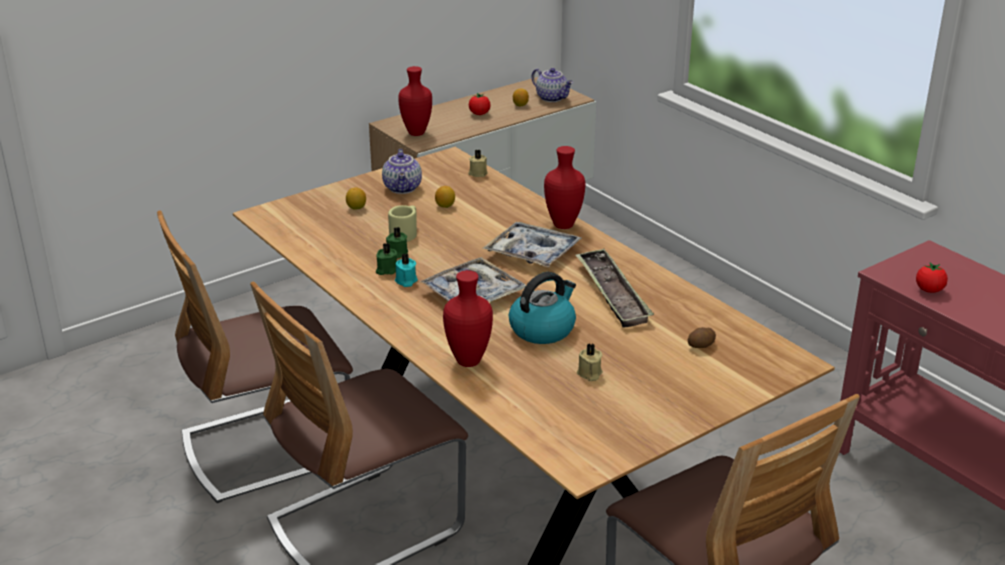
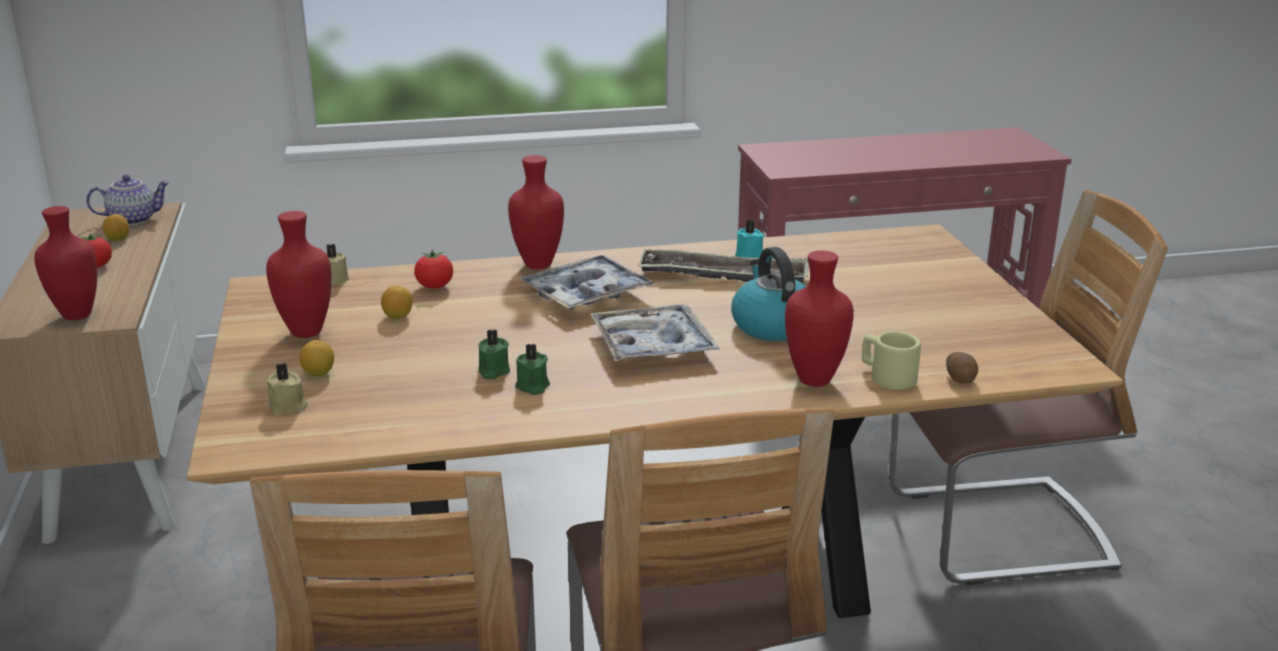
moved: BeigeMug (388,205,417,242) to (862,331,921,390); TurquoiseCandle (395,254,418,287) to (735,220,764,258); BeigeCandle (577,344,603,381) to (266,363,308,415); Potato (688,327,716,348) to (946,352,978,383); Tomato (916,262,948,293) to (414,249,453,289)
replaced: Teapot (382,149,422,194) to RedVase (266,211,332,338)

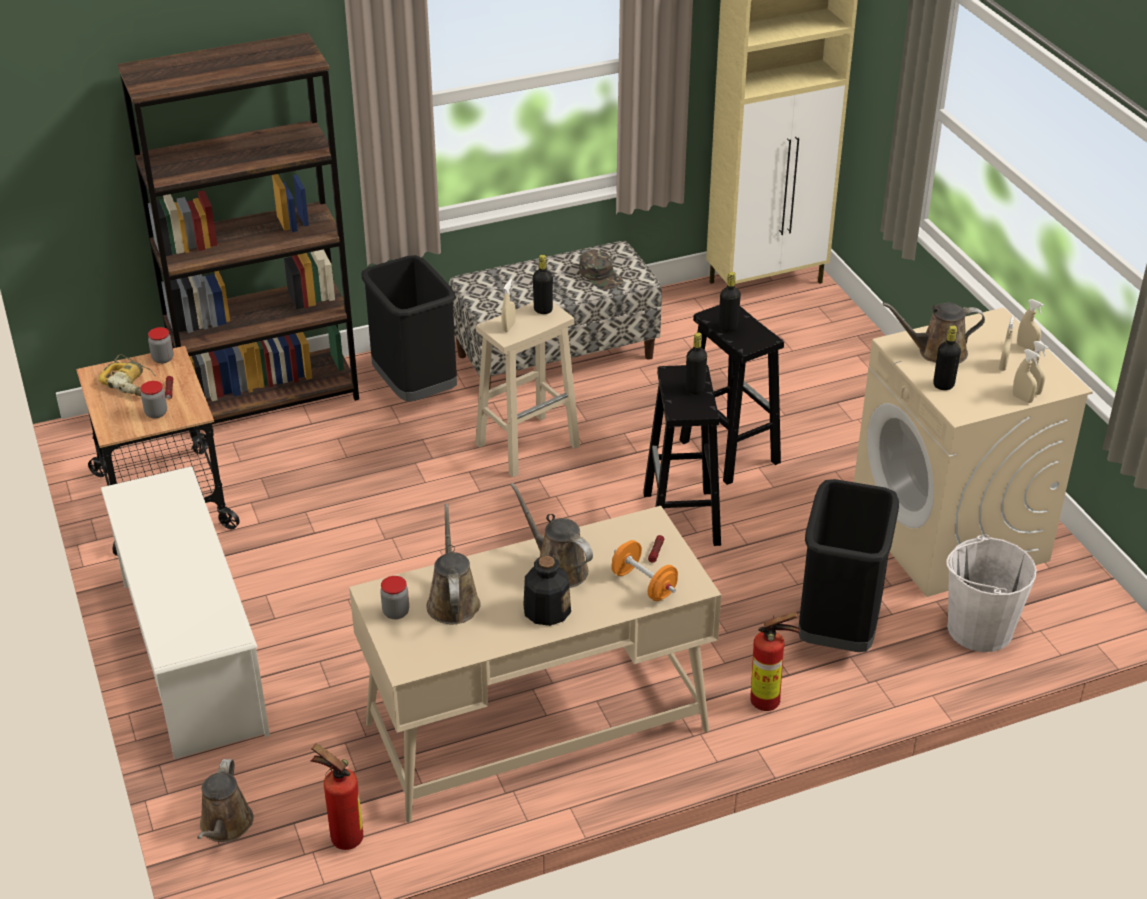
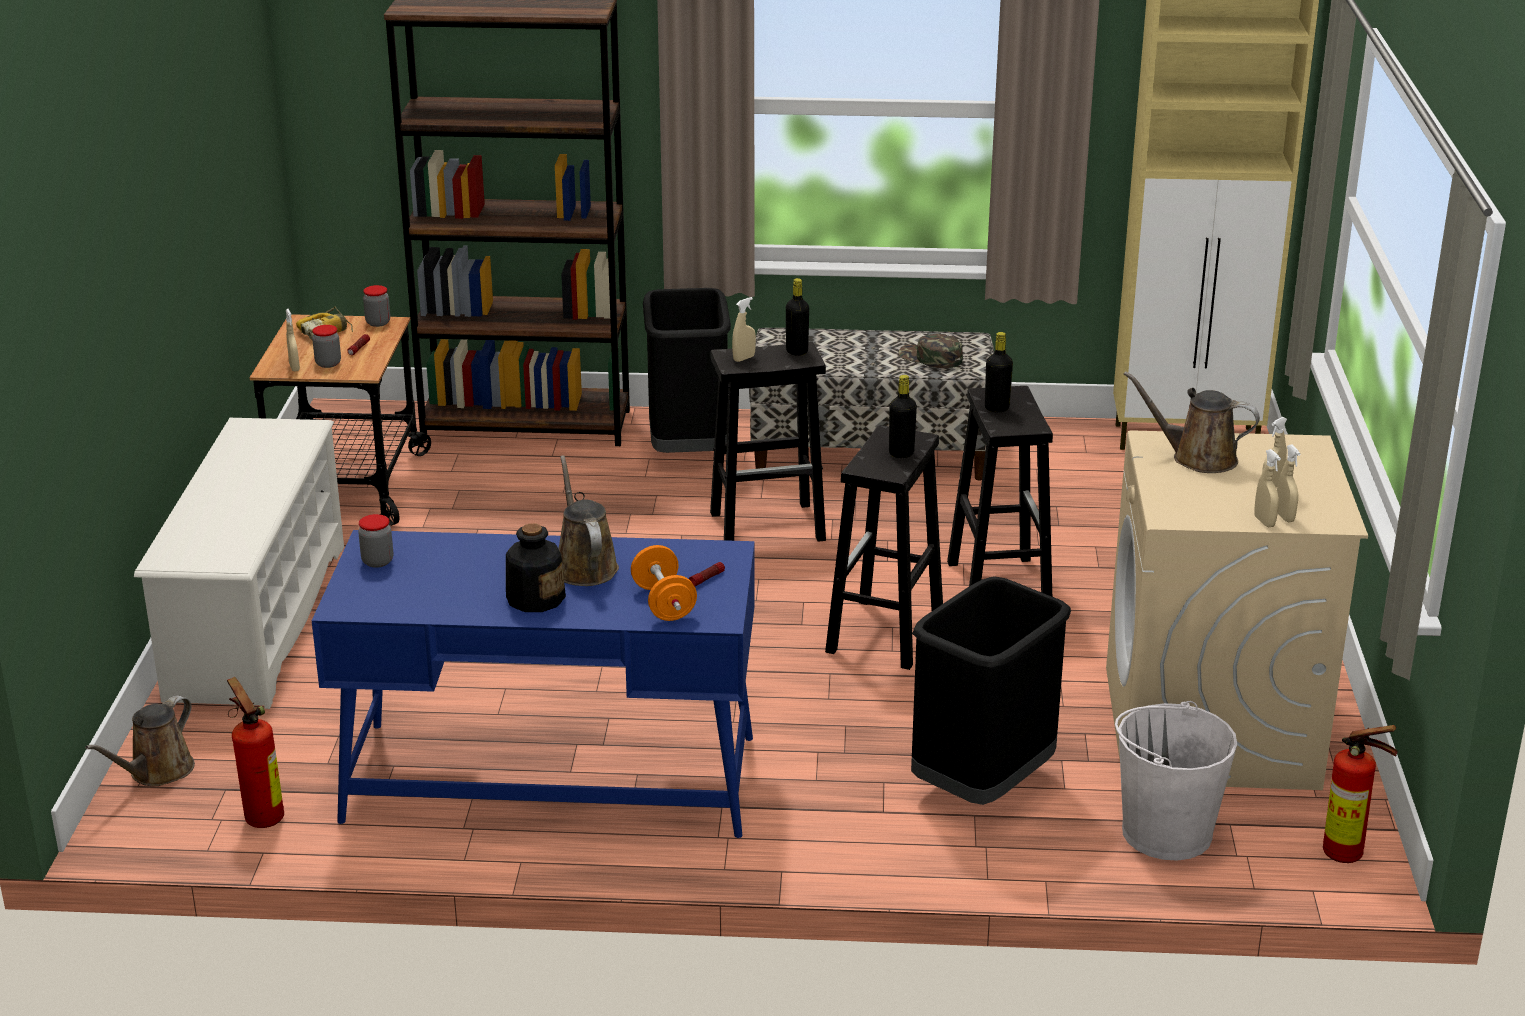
removed: BrownWateringCan (426,503,481,624); BlackBottle (933,325,961,390)
moved: FireExtinguisher (750,612,800,711) to (1323,725,1398,863); BeigeSprayBottle (1017,299,1044,351) to (286,309,300,372)
recoloured: BeigeDesk (349,506,721,823) to BlueDesk (312,530,755,838); BeigeStool (476,302,580,477) to BlackStool (710,341,826,542)
turned: GreenCap (579,250,624,290) = (898,334,963,368) 135 degrees clockwise

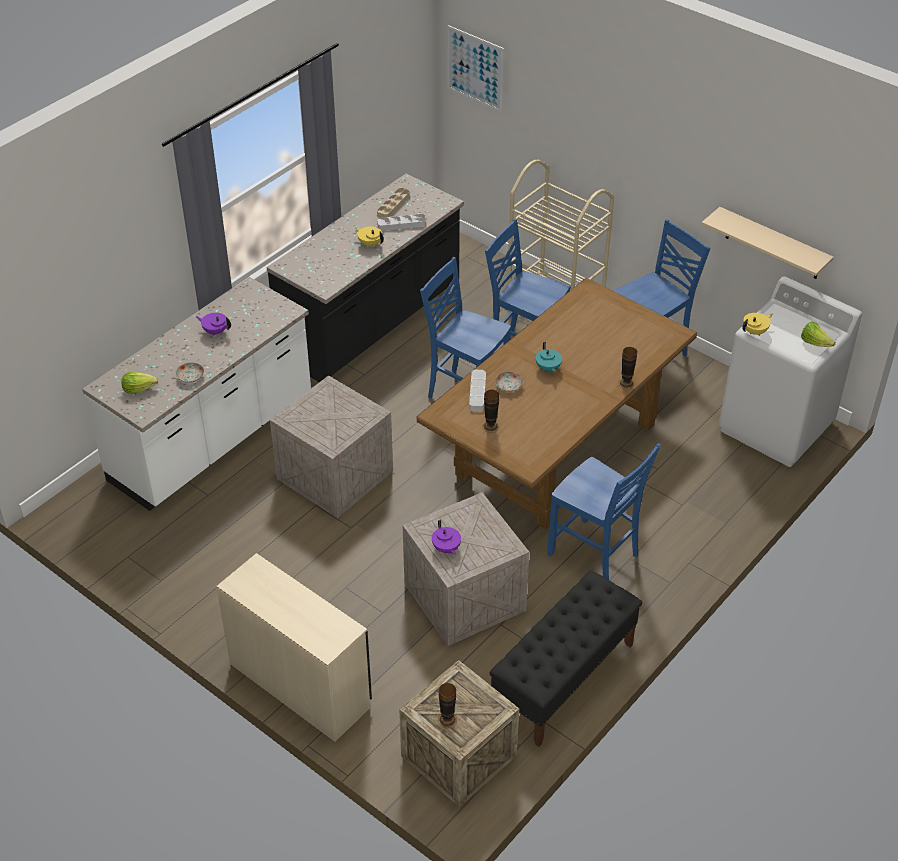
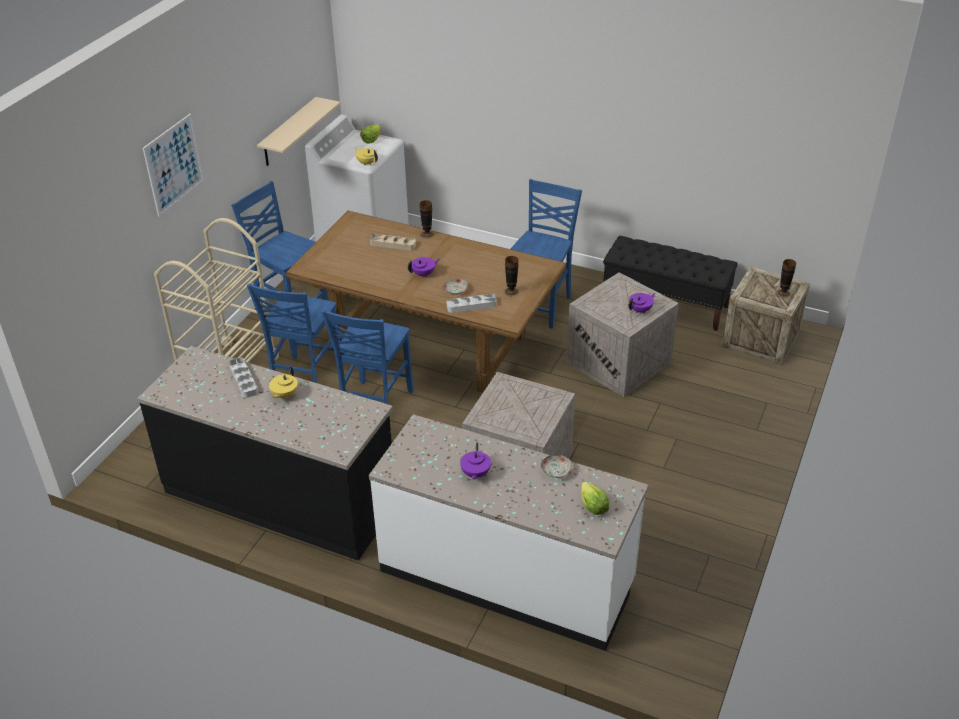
removed: BeigeDesk (216,553,372,742)
moved: BeigeTray (377,188,410,218) to (370,234,416,251); Picture (447,25,504,112) to (143,114,204,217)
recoloured: TurquoiseTeapot (536,342,562,373) to PurpleTeapot (408,257,440,278)

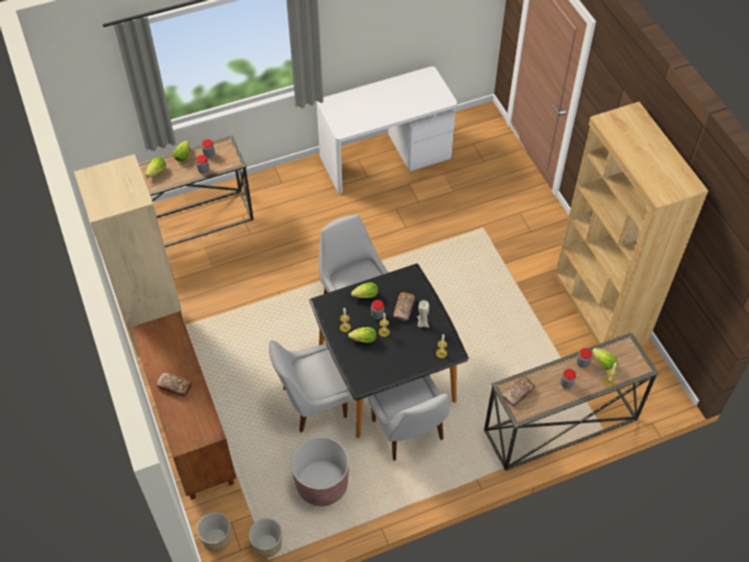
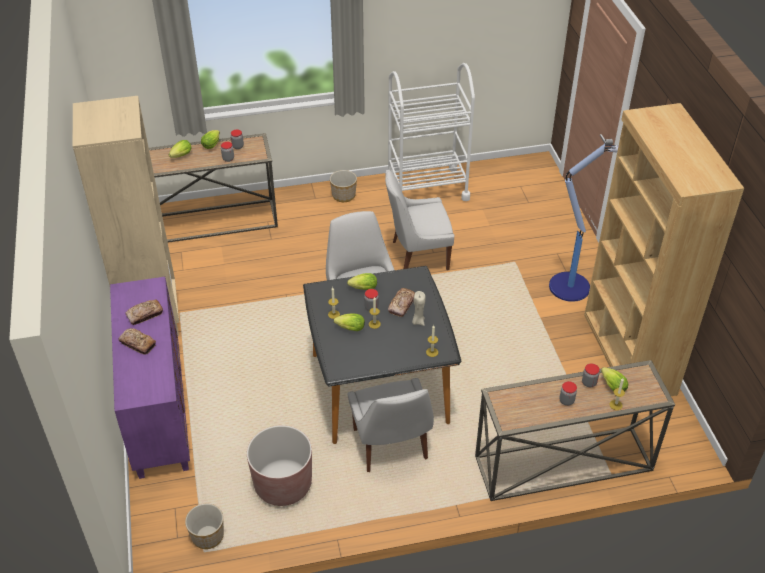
added: FloorLamp (549,144,619,302)
moved: Planter (197,512,231,551) to (330,170,357,202); WhiteChair (269,340,349,433) to (385,170,454,270); Bread (502,376,535,406) to (125,300,163,325)
replaced: WhiteDesk (317,66,457,193) to WhiteCart (385,63,475,201)
recoloured: BrownCabinet (130,311,236,500) to PurpleCabinet (110,277,190,479)

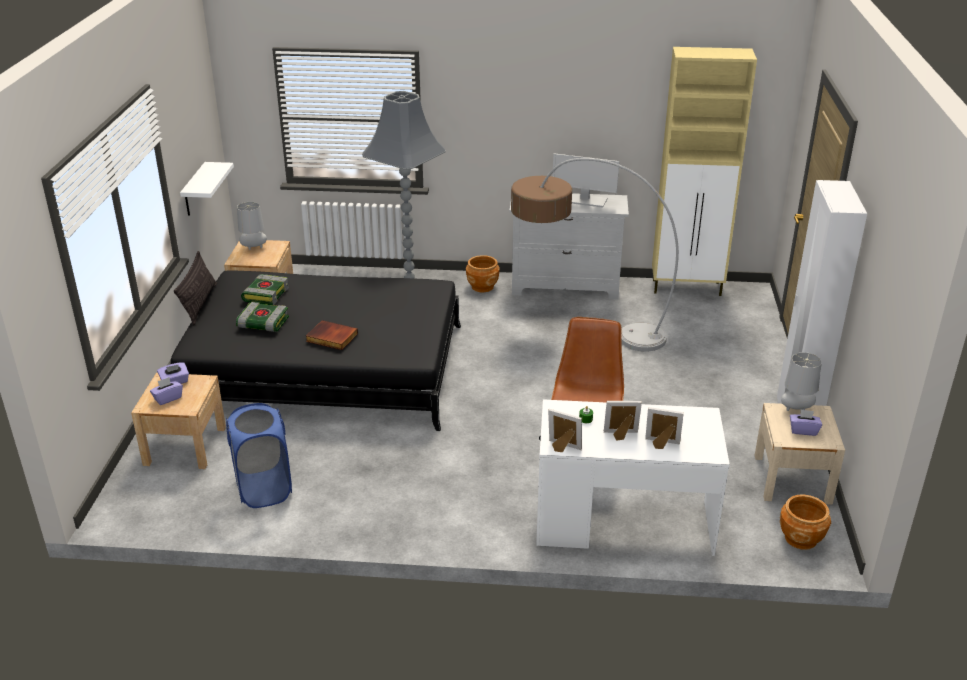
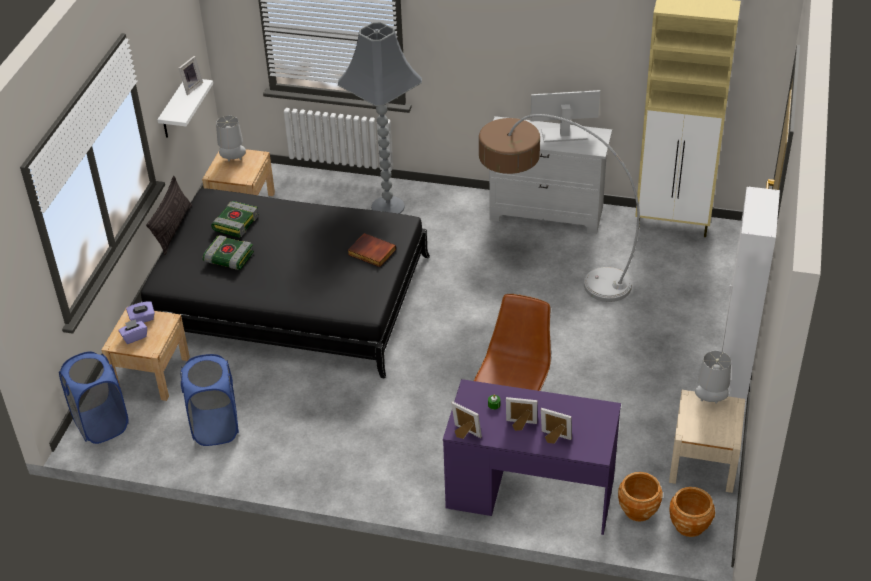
removed: PurpleTissueBox (790,410,822,436)
added: BlueLaundryBasket (59,351,129,444); PictureFrame (179,56,203,95)
moved: Book (306,320,358,350) to (348,233,396,267); BrownPlanter (466,255,500,292) to (618,472,663,522)
recoloured: WhiteDesk (536,399,730,556) to PurpleDesk (443,379,621,535)
turned: Monitor (552,153,620,208) = (530,90,600,142) 150 degrees clockwise

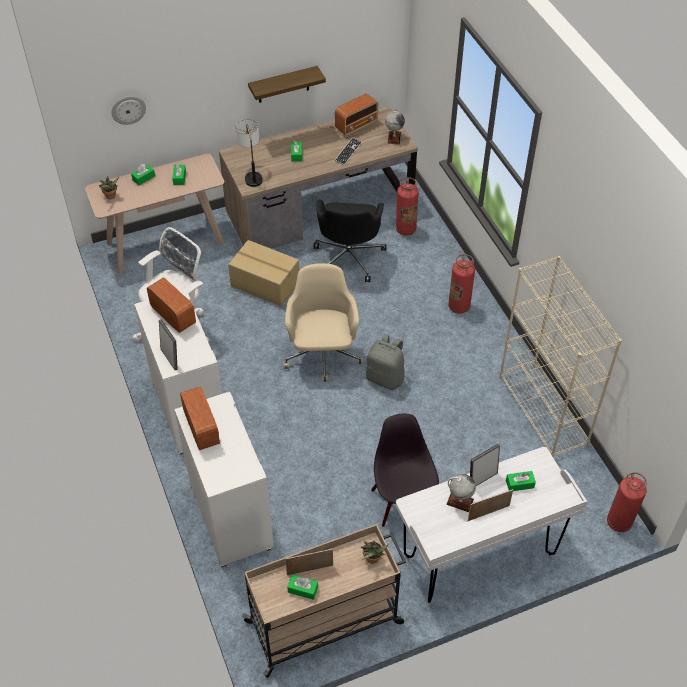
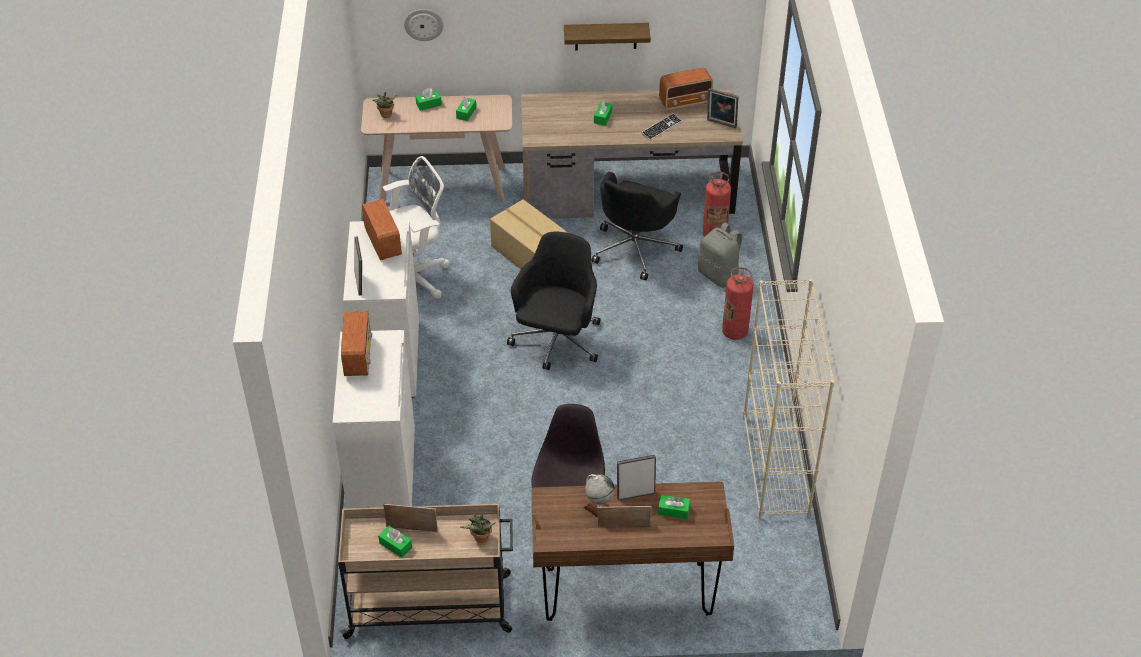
removed: TableLamp (235,119,262,187); FireExtinguisher (607,472,647,532)
moved: GreyBackpack (366,334,404,390) to (698,222,742,287)
replaced: Globe (385,109,405,144) to PictureFrame (707,88,739,128)
recoloured: BeigeOfficeChair (283,263,363,382) to BlackOfficeChair (507,232,601,370); WhiteDesk (396,447,587,603) to BrownDesk (531,482,734,621)

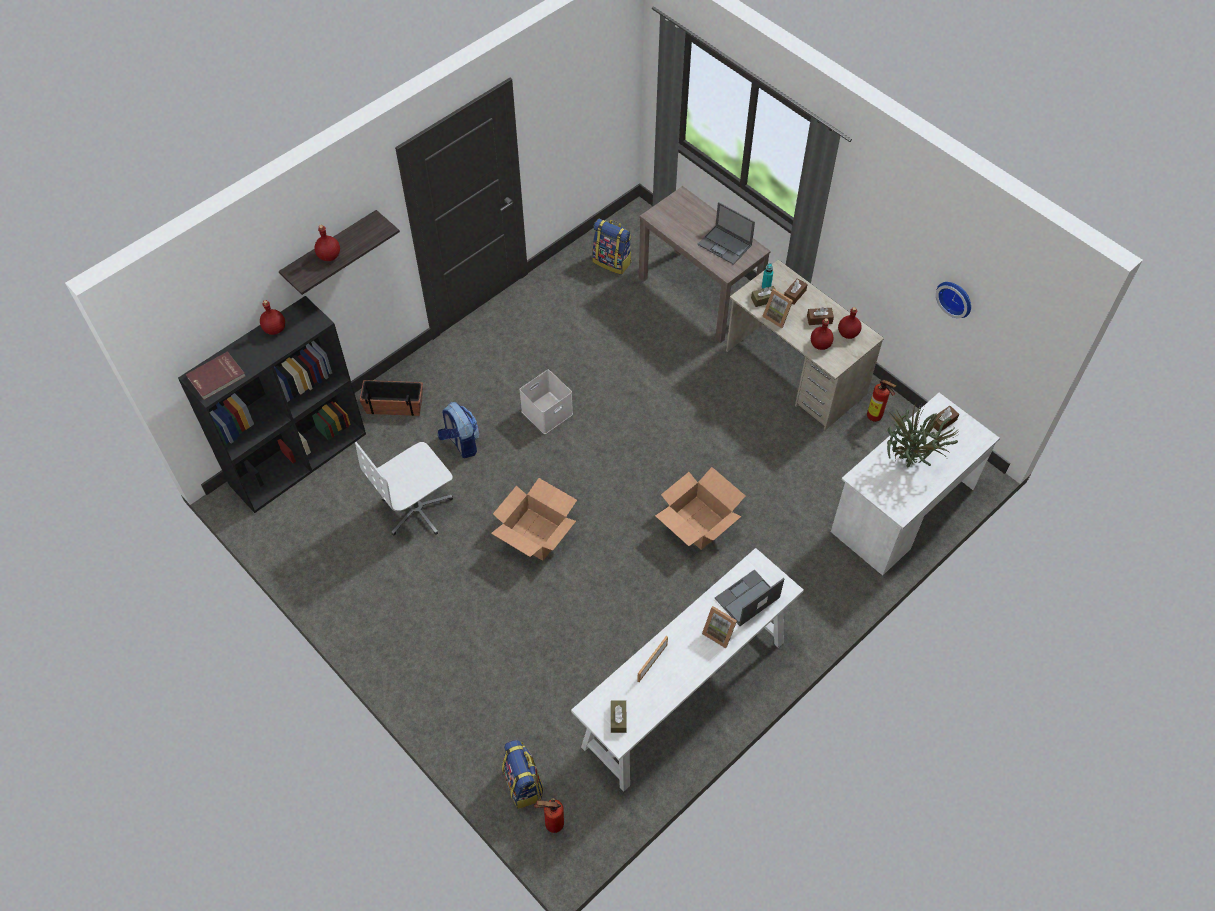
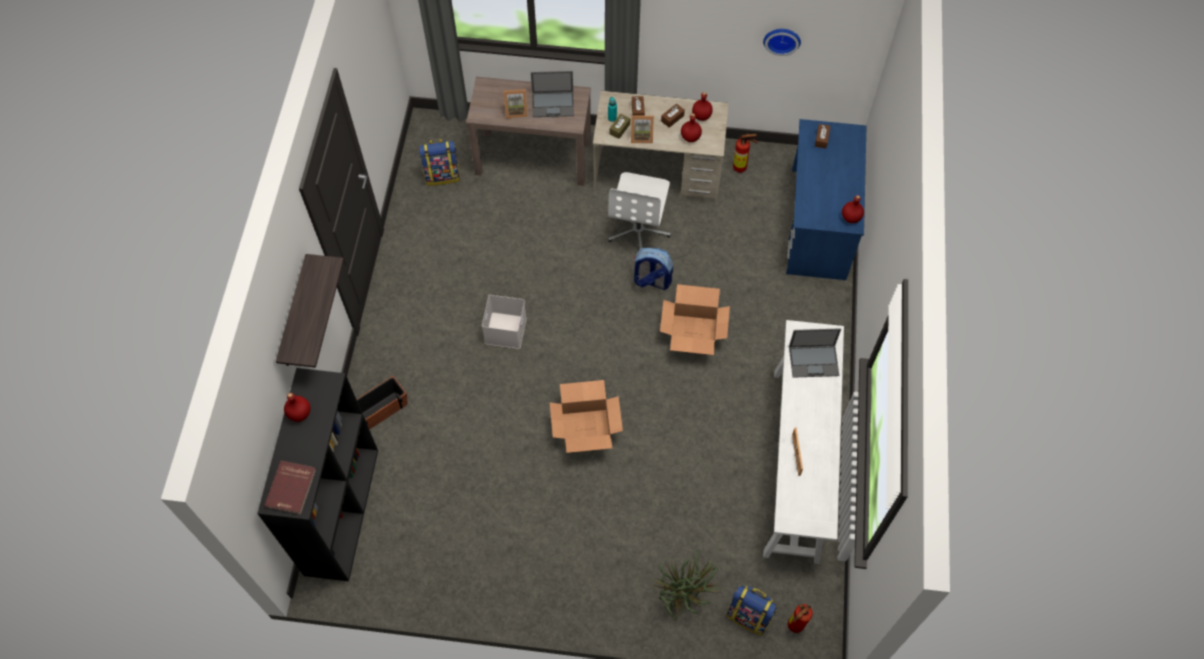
removed: BrownTissueBox (611,700,627,733)
moved: RedBottle (314,225,340,261) to (842,195,864,223); WhiteOfficeChair (355,442,453,536) to (608,172,671,249); Backpack (438,402,479,458) to (634,248,673,290); PictureFrame (702,606,737,648) to (504,89,528,119); PottedPlant (887,403,959,468) to (652,550,725,621)
recoloured: WhiteDesk (831,393,1000,576) to BlueDesk (786,119,867,280)
turned: Laptop (715,569,784,626) = (789,328,841,378) 105 degrees counterclockwise

